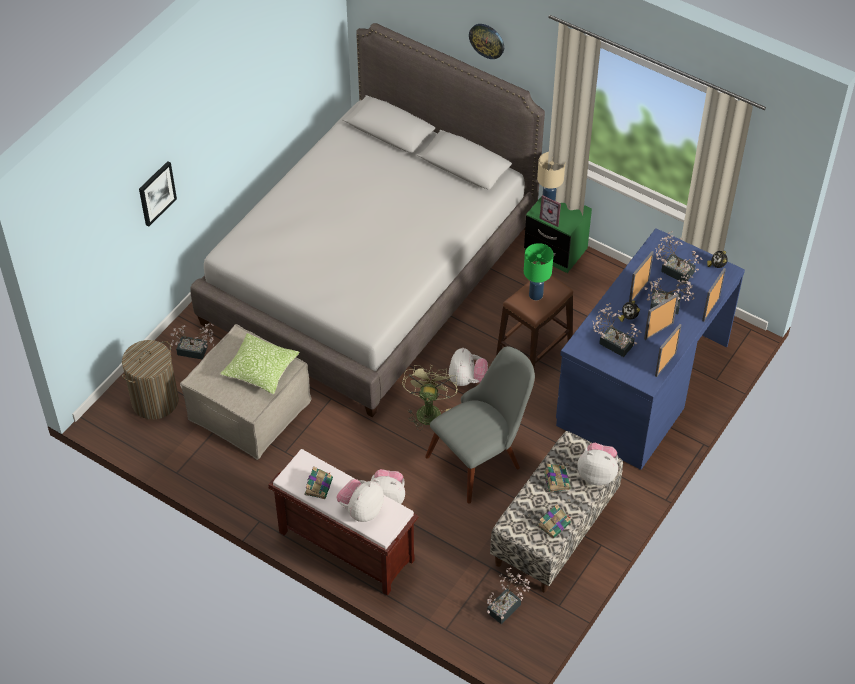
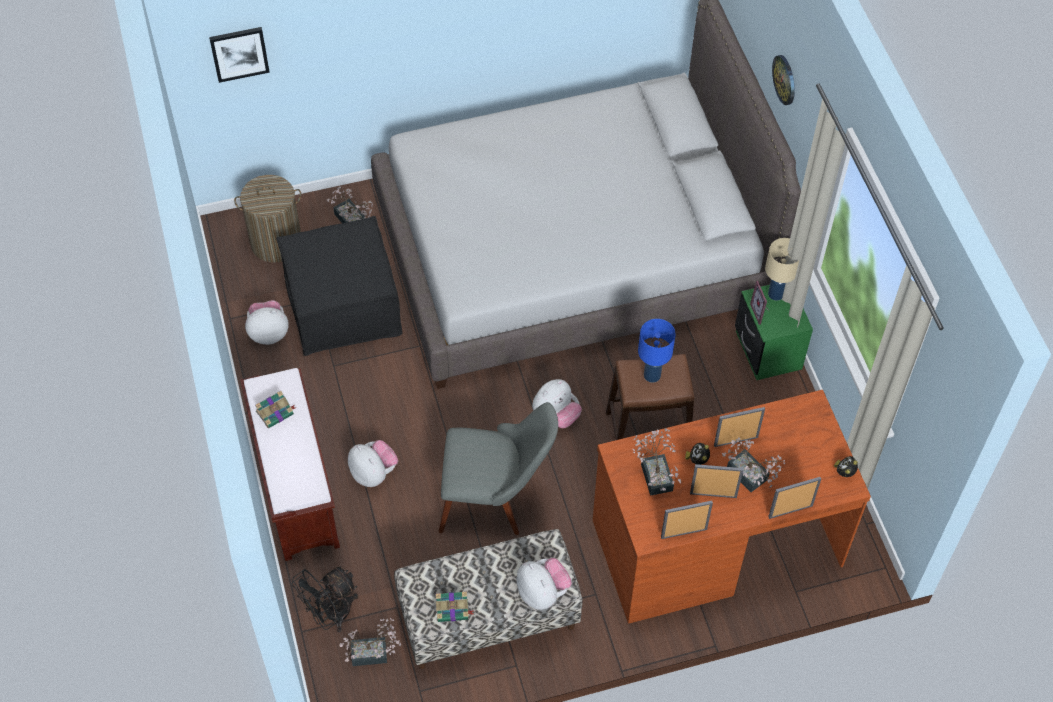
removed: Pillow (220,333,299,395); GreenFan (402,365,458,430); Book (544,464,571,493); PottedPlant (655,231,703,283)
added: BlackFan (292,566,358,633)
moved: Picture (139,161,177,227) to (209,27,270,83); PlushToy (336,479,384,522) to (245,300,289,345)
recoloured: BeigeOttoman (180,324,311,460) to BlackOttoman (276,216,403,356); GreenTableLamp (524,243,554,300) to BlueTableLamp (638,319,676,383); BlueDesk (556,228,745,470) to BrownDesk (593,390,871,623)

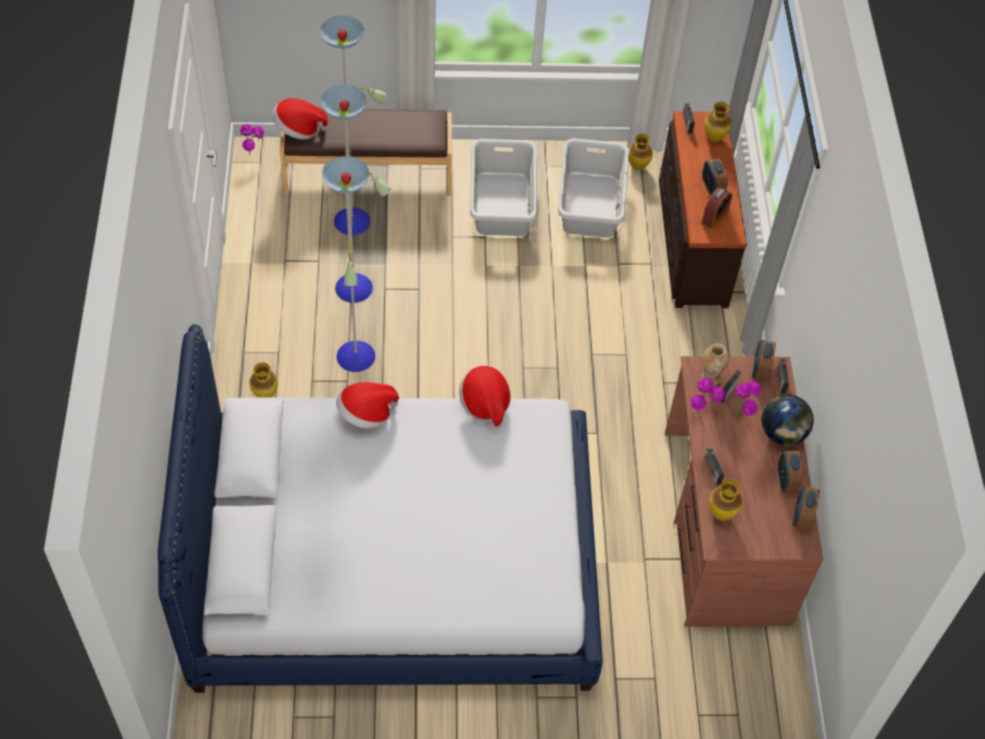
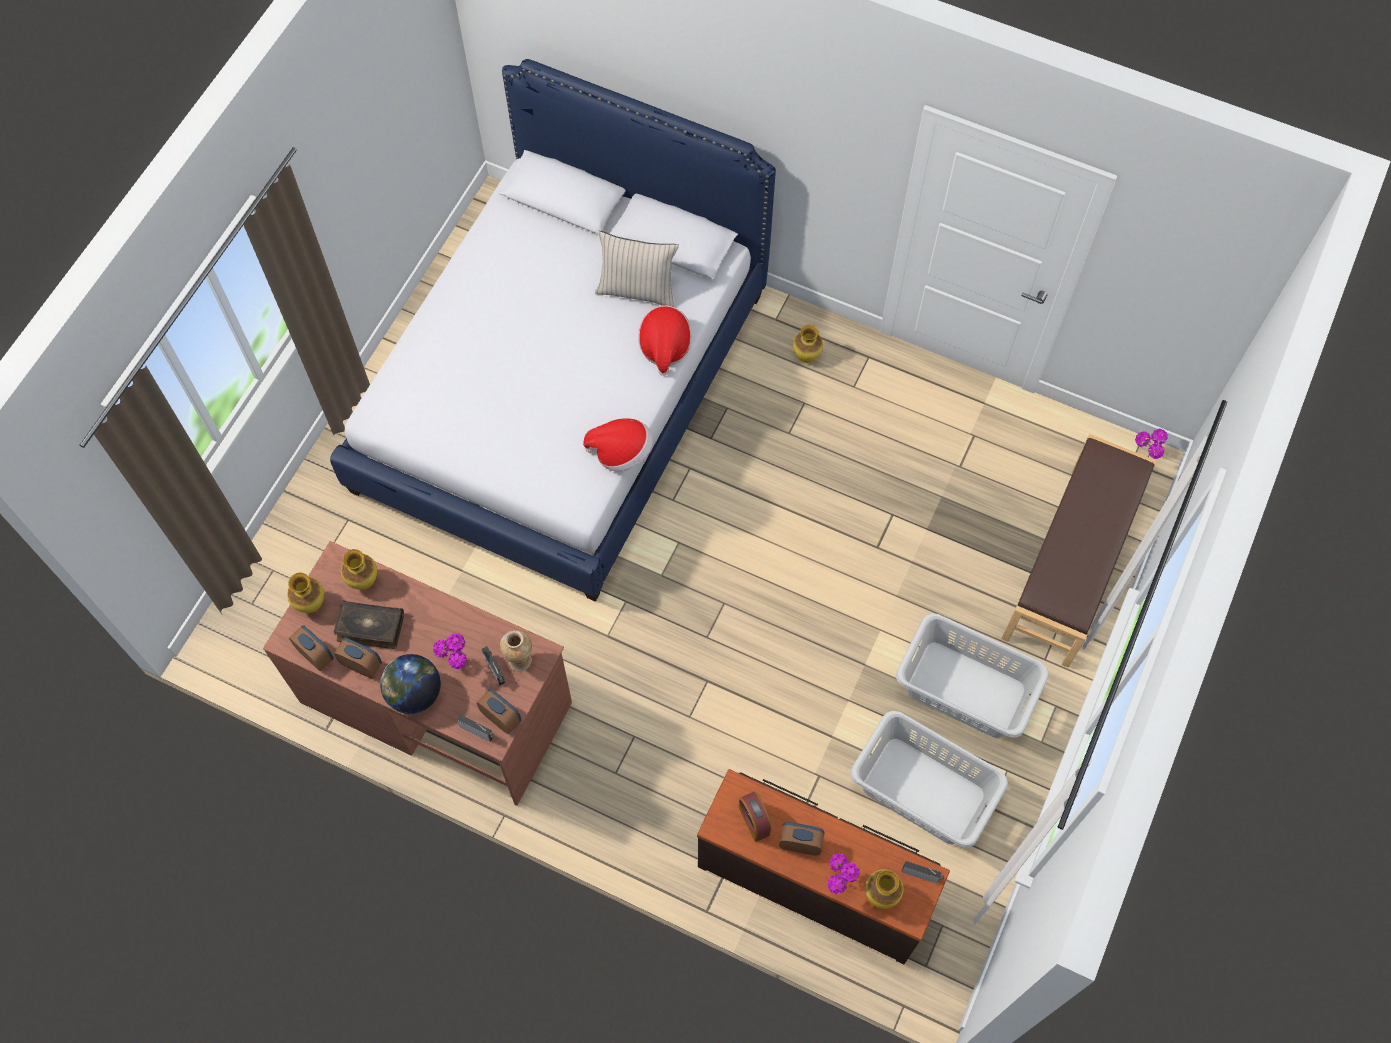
removed: Hat (272,98,328,140); FloorLamp (320,15,391,372); Radio (704,448,724,485)
added: Book (334,600,404,649); BeigePillow (595,231,679,307)
moved: Vase (629,134,653,171) to (287,573,324,613); PottedPlant (691,378,725,411) to (827,853,860,894)

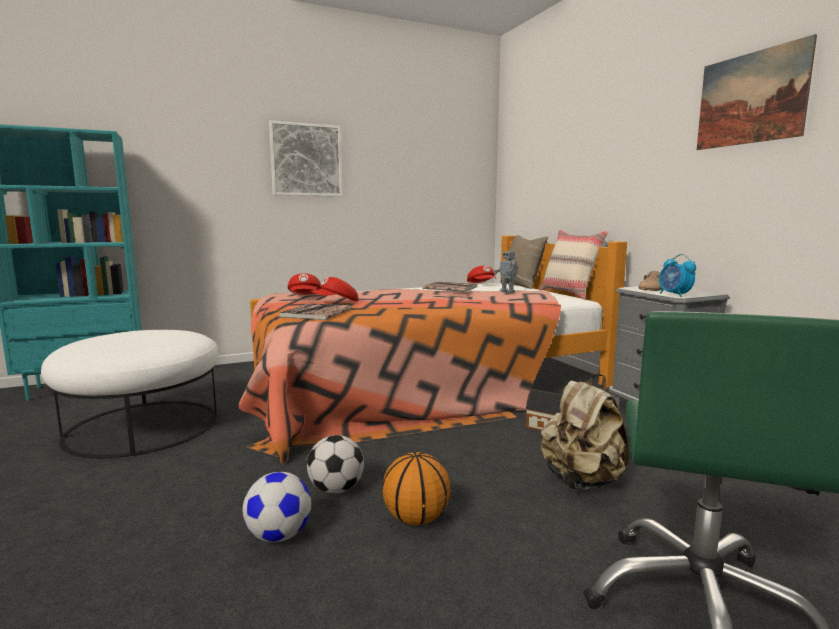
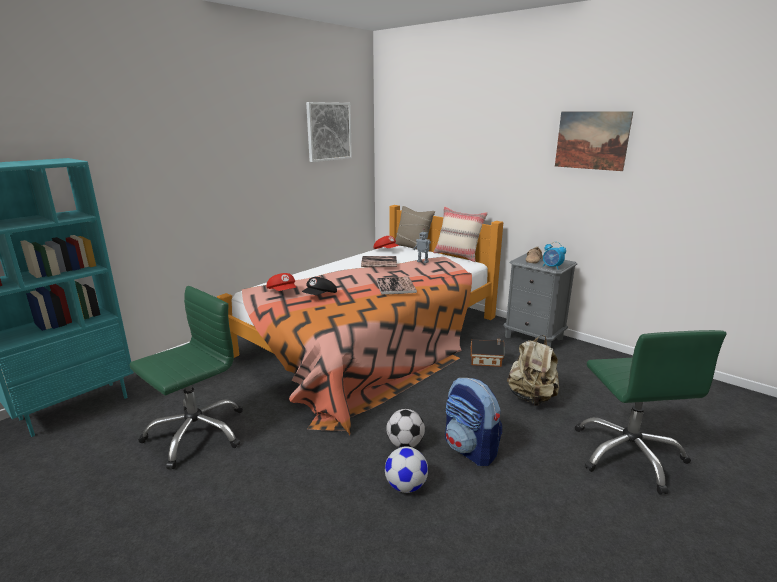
moved: Picture (269,121,342,197) to (306,102,352,162); Book (280,303,352,320) to (376,277,417,295)
replaced: WhiteOttoman (41,330,218,458) to GreenOfficeChair (130,286,243,469); Basketball (382,452,451,525) to Backpack (445,378,502,466)
recoloured: RedCap (310,277,358,301) to BlackCap (302,277,337,295)

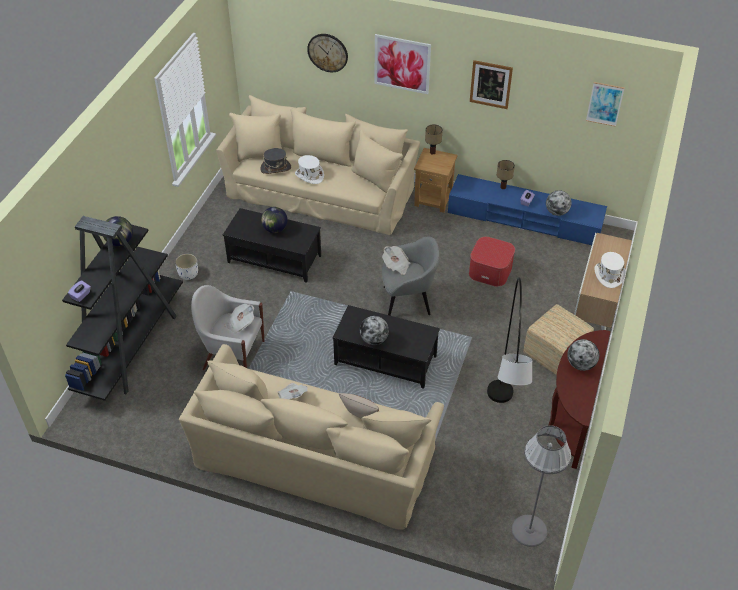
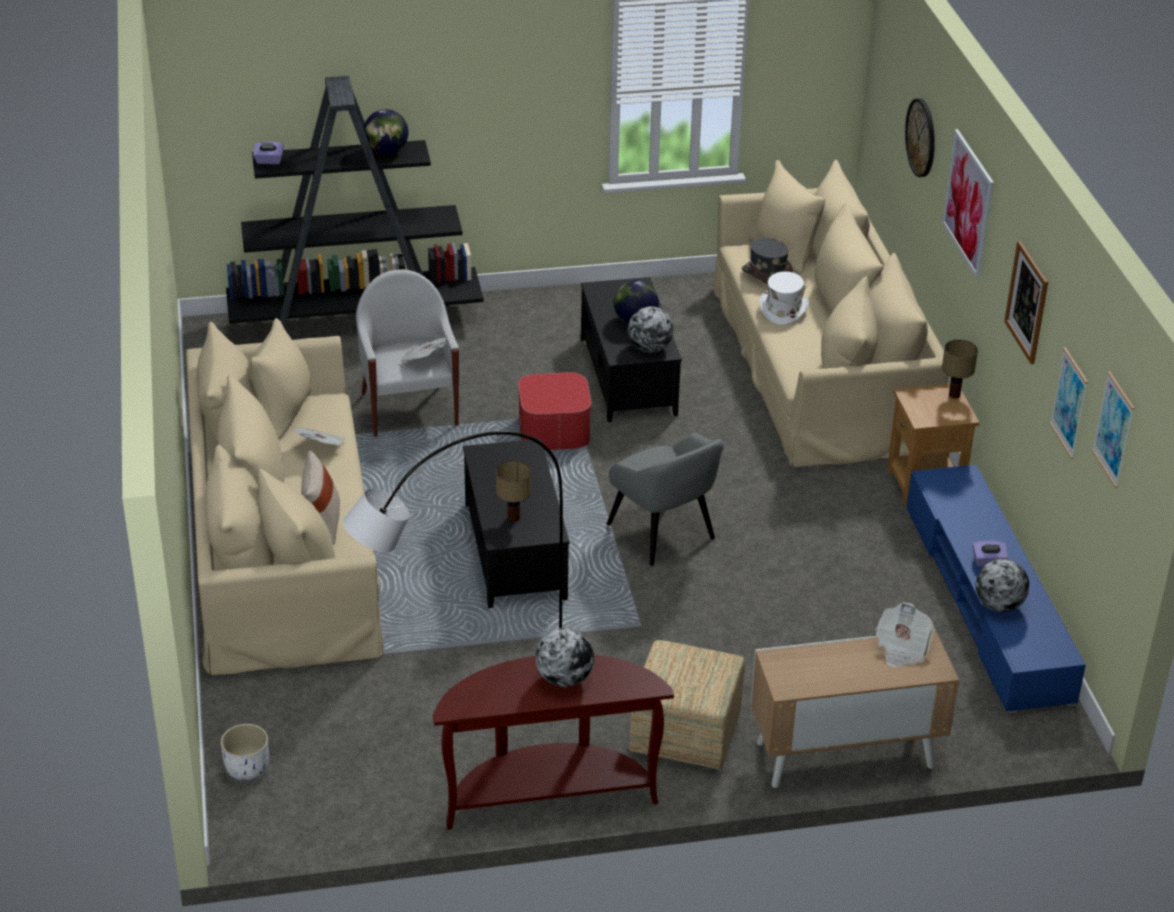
removed: GreyFloorLamp (512,425,572,547); WhiteHat (594,252,626,288)
added: Picture (1050,347,1088,459)
moved: WhitePlanter (175,254,198,280) to (220,724,269,781); Globe (360,316,389,345) to (628,306,674,353); Newspaper (382,246,410,275) to (875,602,934,667); Ottoman (469,237,515,287) to (518,372,592,450); TableLamp (497,160,515,189) to (496,460,531,522)

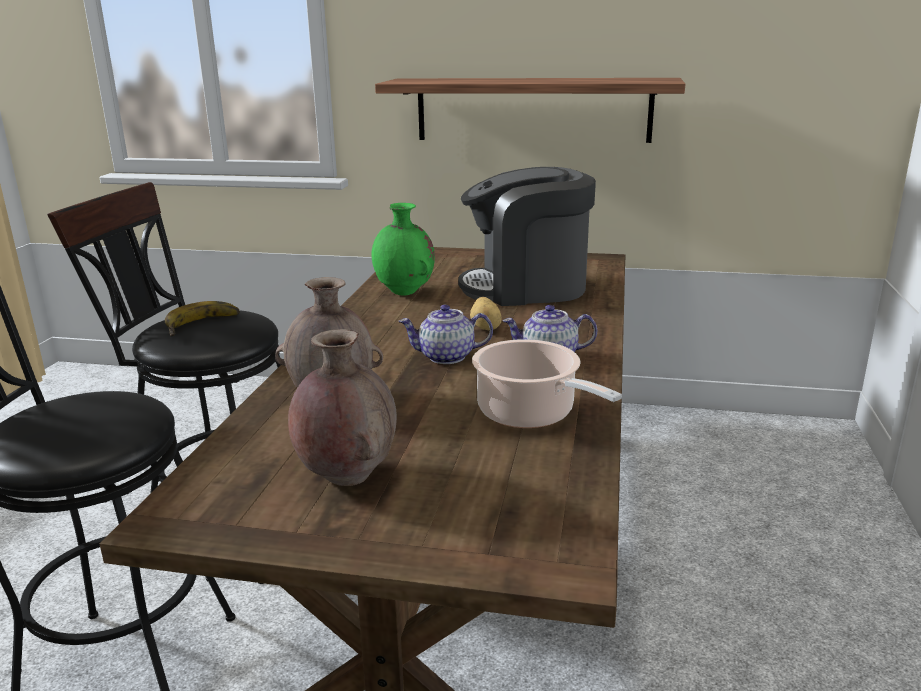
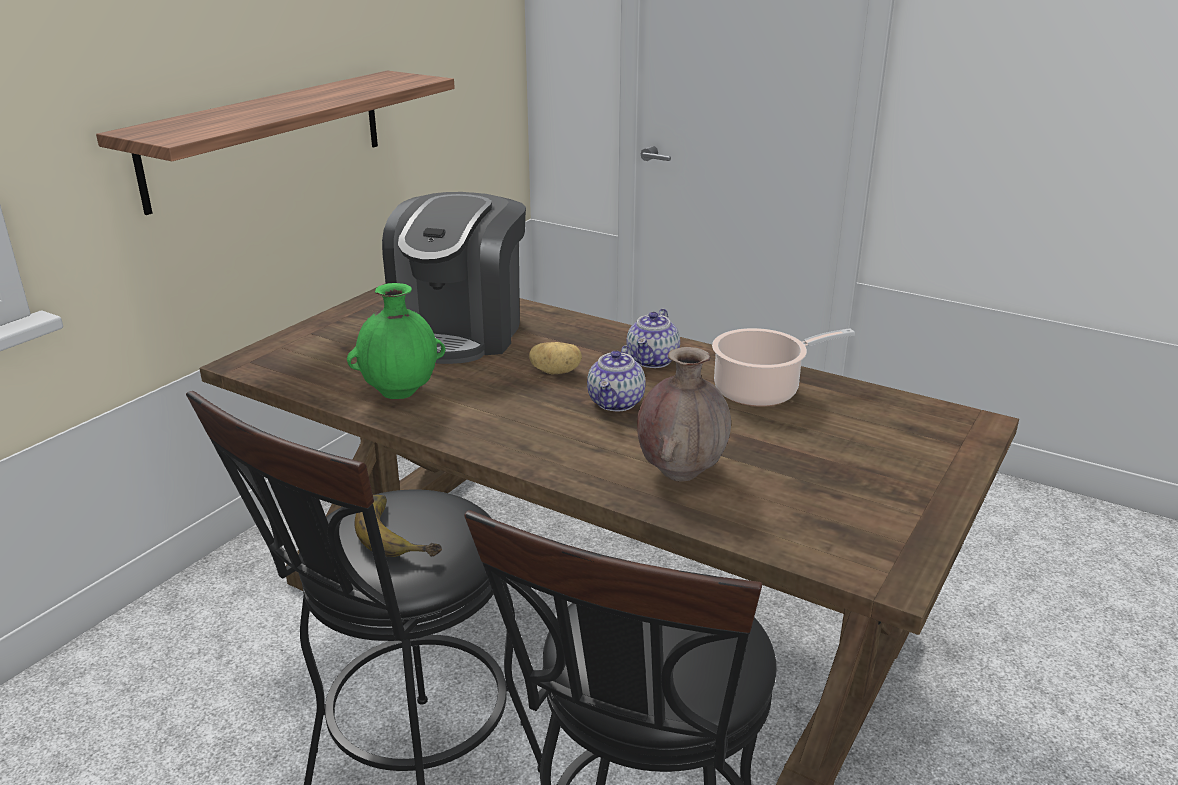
removed: BrownVase (288,329,397,486)

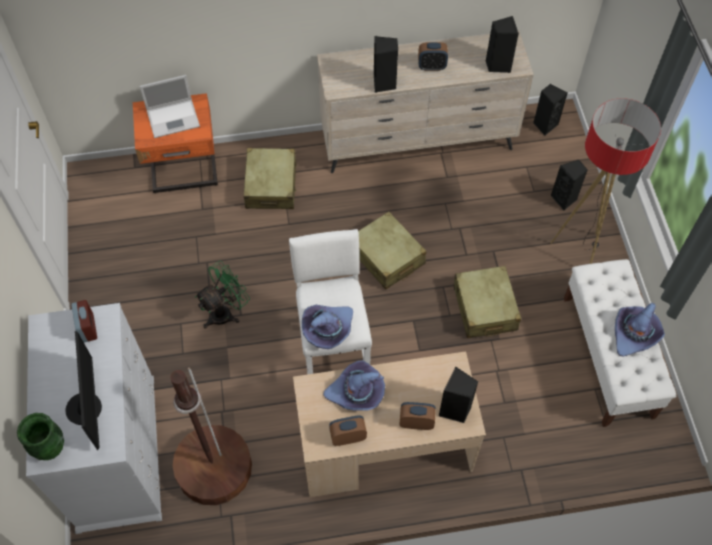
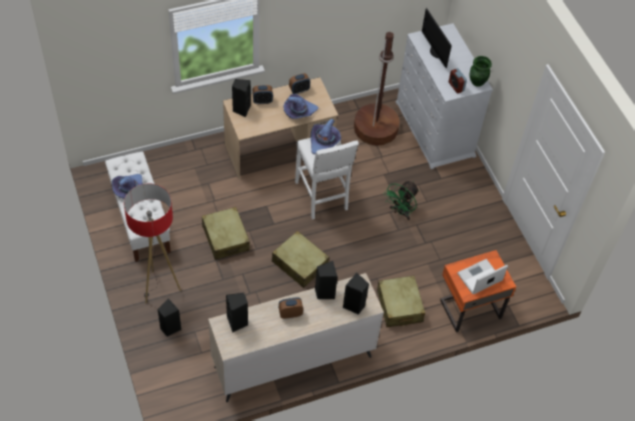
moved: GreenVase (17,413,64,460) to (470,56,492,87); BlackSpeaker (533,84,567,135) to (343,273,369,315)

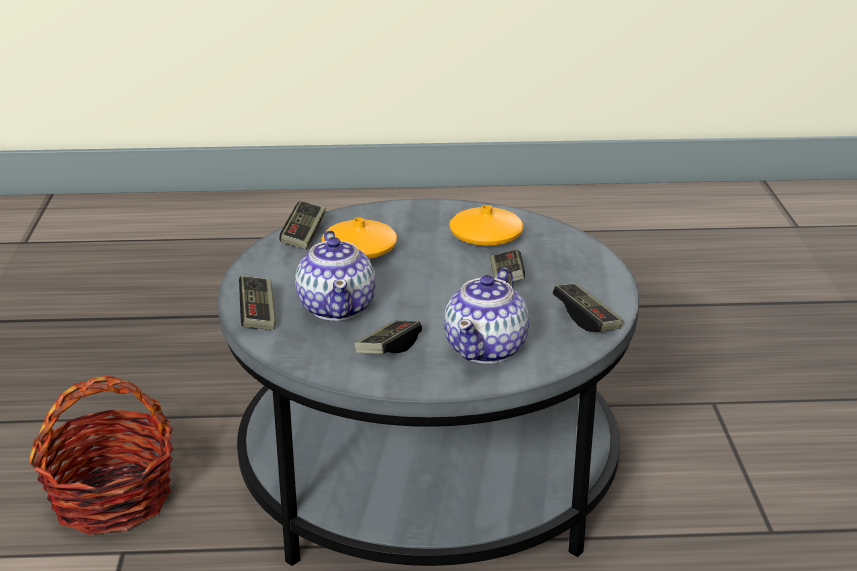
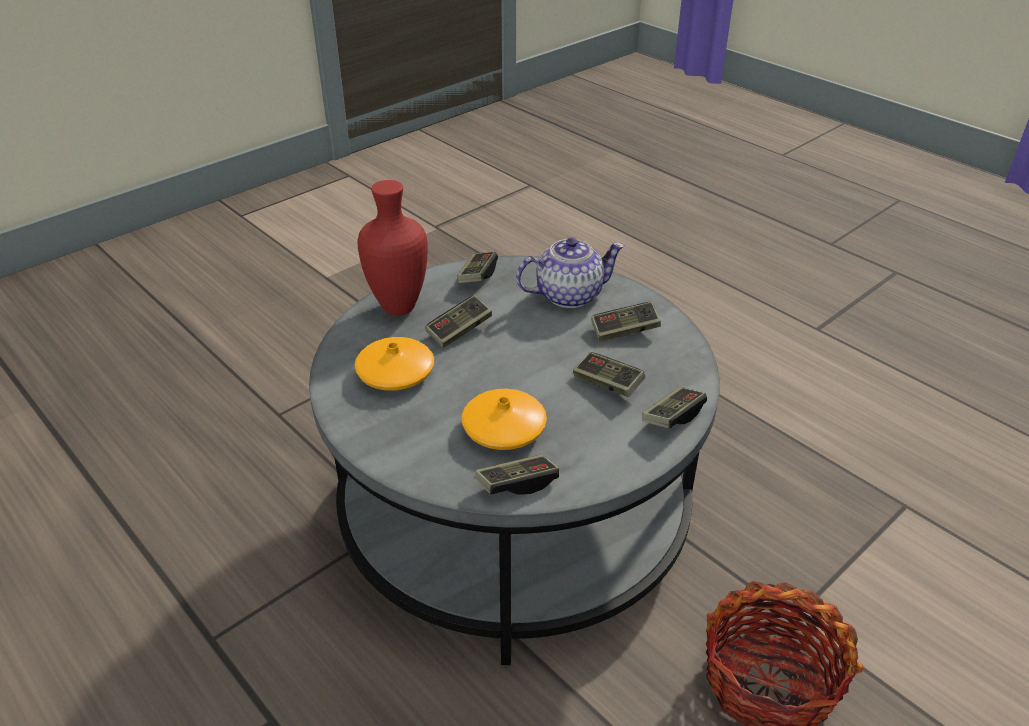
added: RedVase (357,180,428,316)
replaced: Teapot (295,230,376,321) to GameController (573,352,645,397)

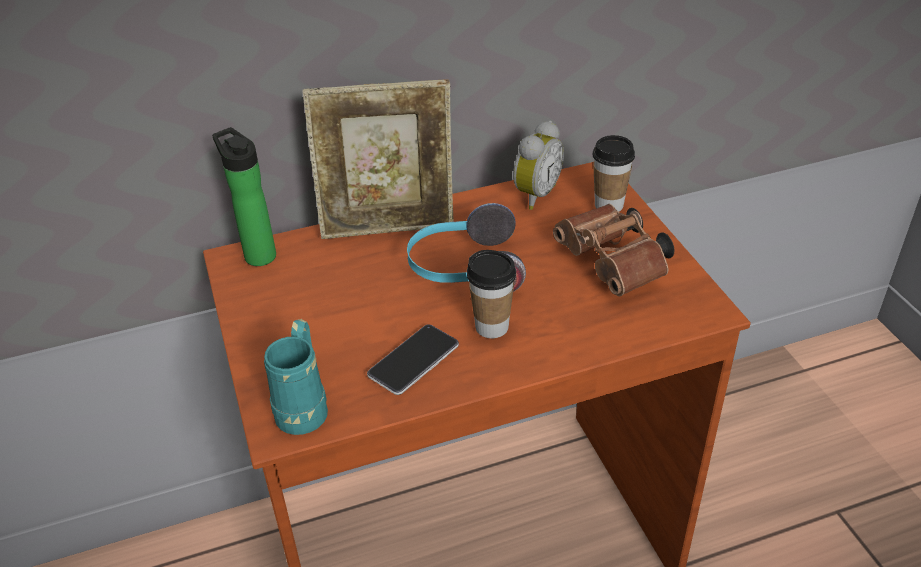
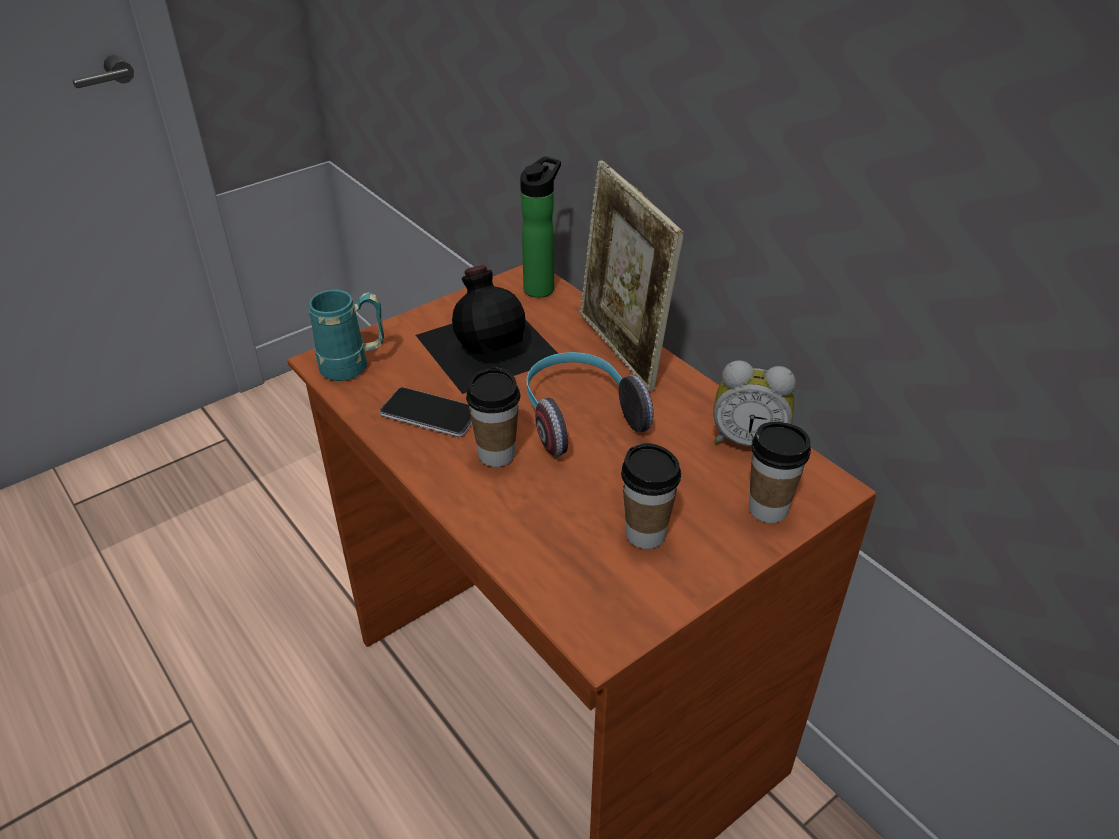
added: BlackBottle (416,265,558,394)
replaced: BrownBinoculars (553,204,674,296) to Cup (621,443,681,549)

